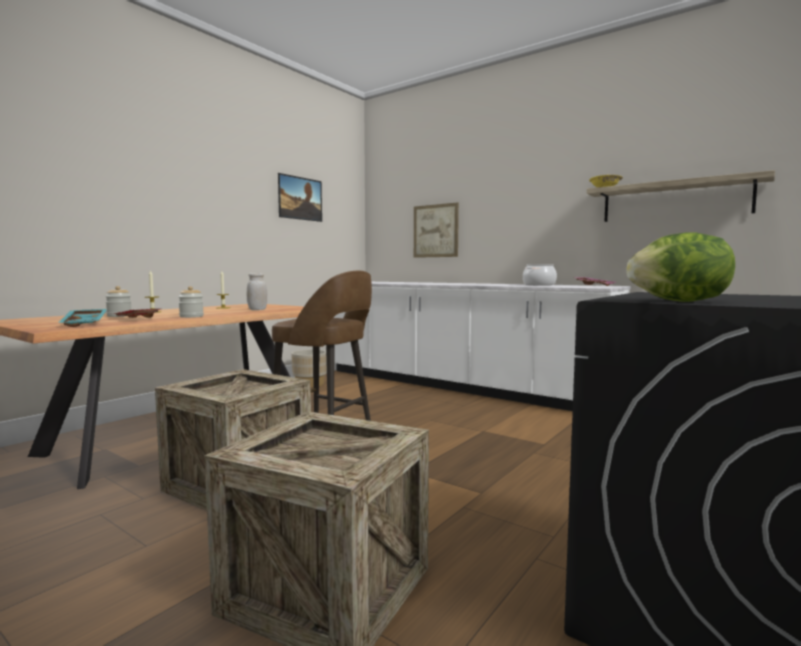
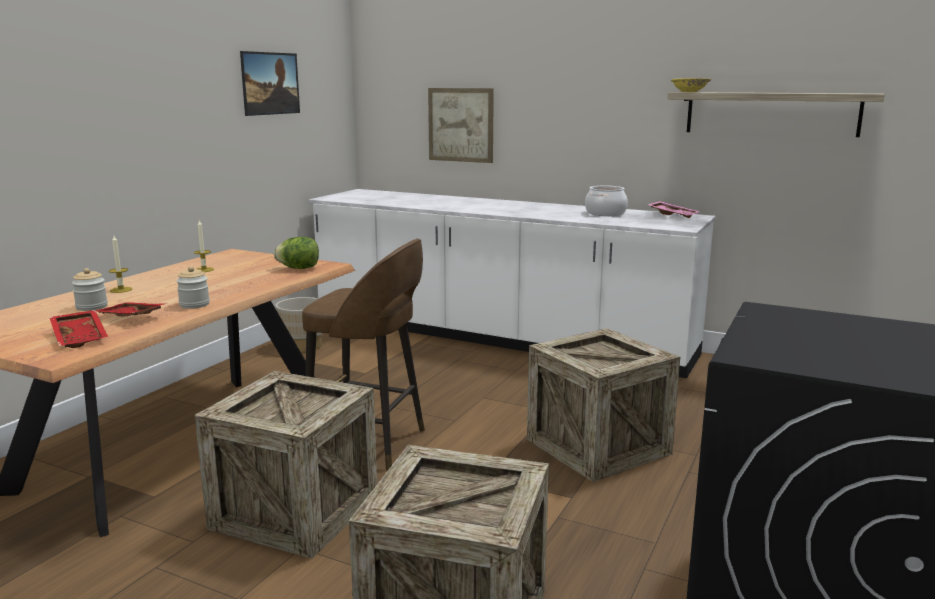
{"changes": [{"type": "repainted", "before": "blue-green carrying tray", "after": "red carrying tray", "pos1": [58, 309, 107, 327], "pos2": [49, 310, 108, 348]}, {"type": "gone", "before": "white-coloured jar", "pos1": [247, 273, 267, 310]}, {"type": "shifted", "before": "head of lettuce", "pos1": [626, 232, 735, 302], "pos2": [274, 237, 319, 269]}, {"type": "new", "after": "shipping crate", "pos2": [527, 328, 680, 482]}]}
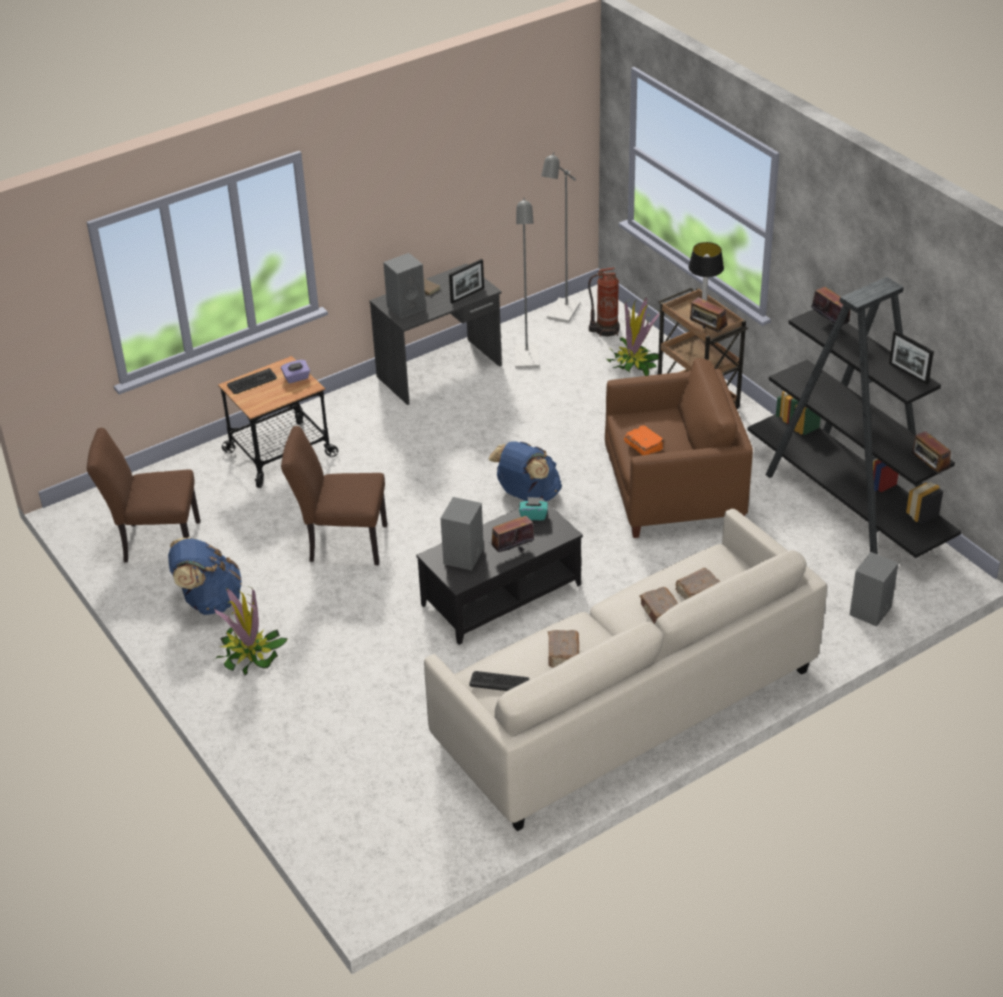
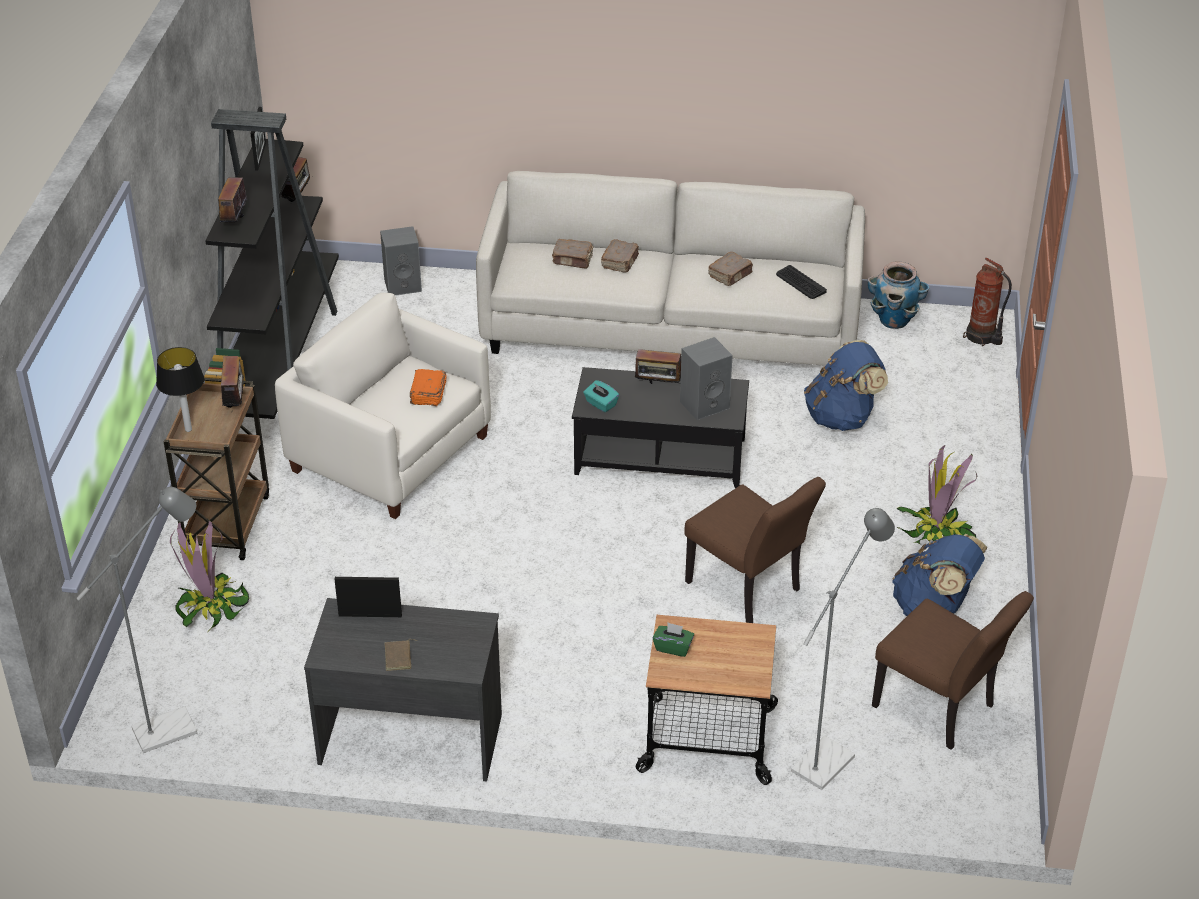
{"changes": [{"type": "gone", "before": "keyboard", "pos1": [227, 368, 277, 394]}, {"type": "repainted", "before": "purplish tissue holder", "after": "green-coloured tissue holder", "pos1": [281, 360, 310, 383], "pos2": [653, 623, 694, 657]}, {"type": "gone", "before": "greyish audio speaker", "pos1": [383, 253, 426, 319]}, {"type": "shifted", "before": "blue knapsack", "pos1": [489, 441, 562, 501], "pos2": [804, 340, 888, 431]}, {"type": "shifted", "before": "greyish standard lamp", "pos1": [515, 197, 540, 369], "pos2": [791, 508, 895, 790]}, {"type": "shifted", "before": "extinguisher", "pos1": [588, 267, 620, 337], "pos2": [963, 258, 1012, 346]}, {"type": "repainted", "before": "brownish easy chair", "after": "white-coloured easy chair", "pos1": [605, 358, 753, 538], "pos2": [275, 293, 491, 519]}, {"type": "new", "after": "planter", "pos2": [867, 261, 930, 329]}]}
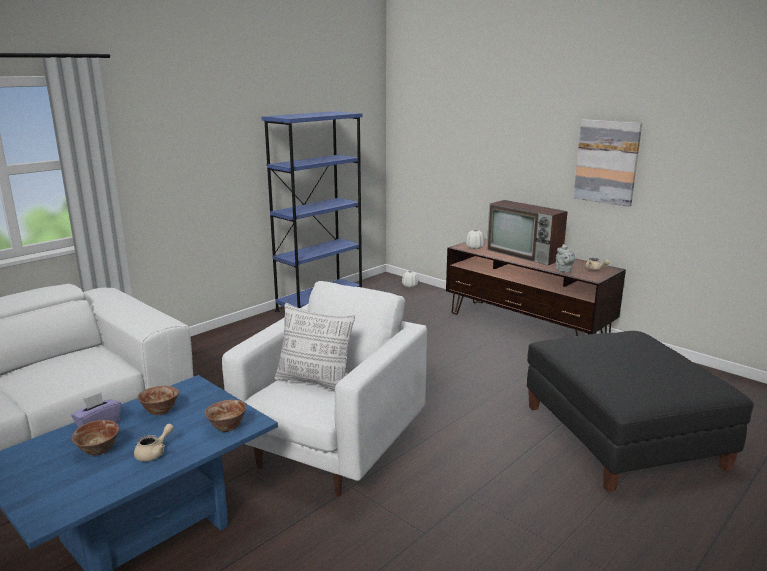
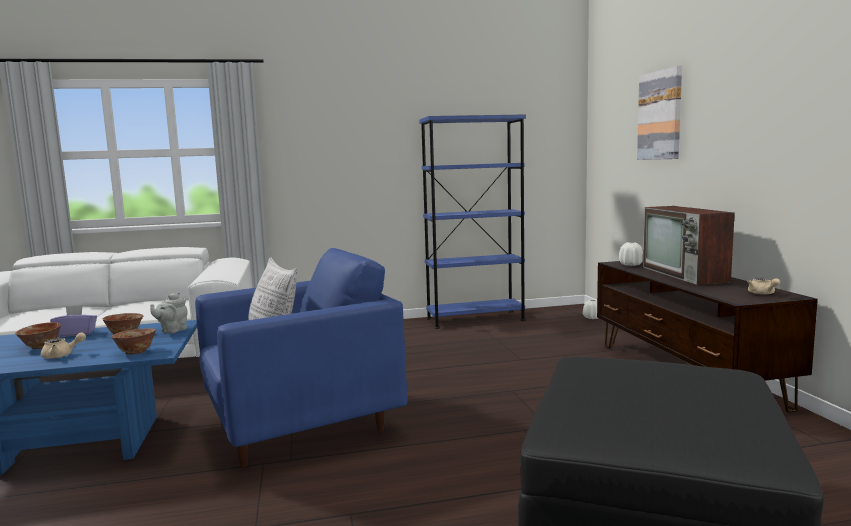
{"changes": [{"type": "repainted", "before": "white-coloured easy chair", "after": "blue easy chair", "pos1": [222, 281, 427, 497], "pos2": [195, 248, 407, 468]}, {"type": "shifted", "before": "greyish tea pot", "pos1": [555, 244, 575, 273], "pos2": [150, 292, 188, 334]}, {"type": "shifted", "before": "wall picture", "pos1": [573, 119, 642, 207], "pos2": [637, 66, 682, 160]}]}
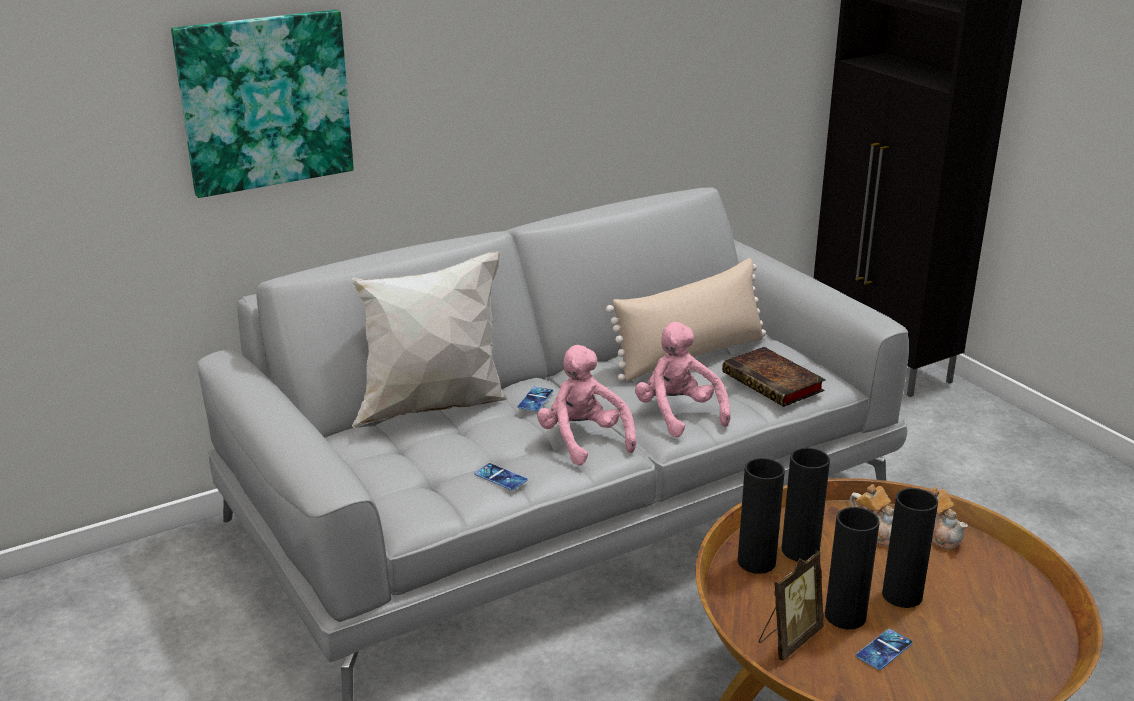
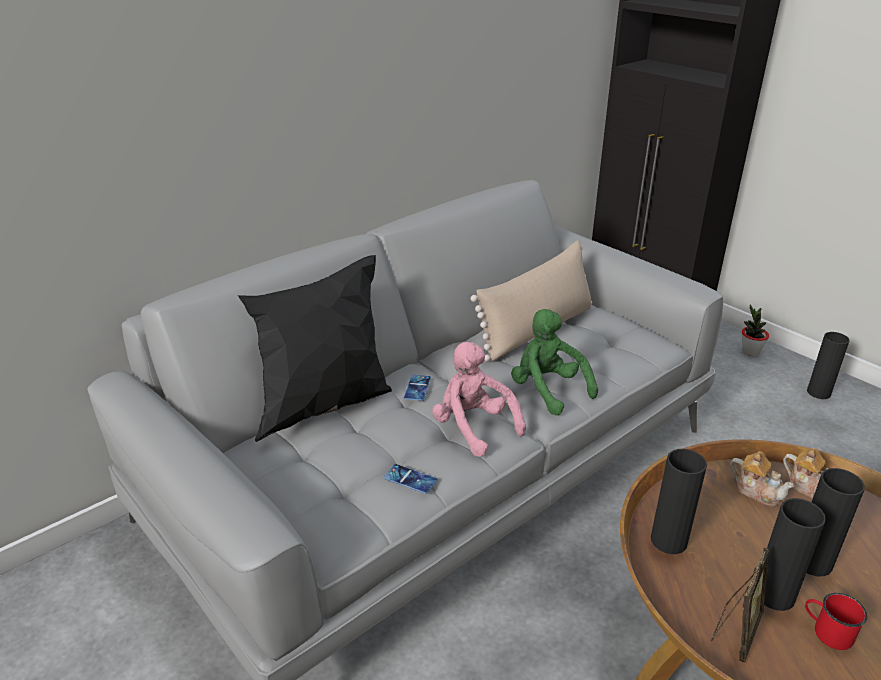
{"changes": [{"type": "gone", "before": "wall picture", "pos1": [171, 10, 354, 198]}, {"type": "repainted", "before": "white-coloured cushion", "after": "blackish cushion", "pos1": [349, 251, 507, 428], "pos2": [238, 255, 392, 442]}, {"type": "repainted", "before": "pink-coloured soft toy", "after": "green-coloured soft toy", "pos1": [635, 322, 731, 437], "pos2": [511, 309, 598, 415]}, {"type": "gone", "before": "bound book", "pos1": [722, 347, 826, 407]}, {"type": "shifted", "before": "blackish flower vase", "pos1": [782, 448, 830, 561], "pos2": [807, 332, 850, 399]}, {"type": "swapped", "before": "telephone", "after": "red coffee mug", "pos1": [856, 629, 913, 670], "pos2": [805, 593, 867, 650]}, {"type": "new", "after": "potted plant", "pos2": [742, 304, 769, 356]}]}
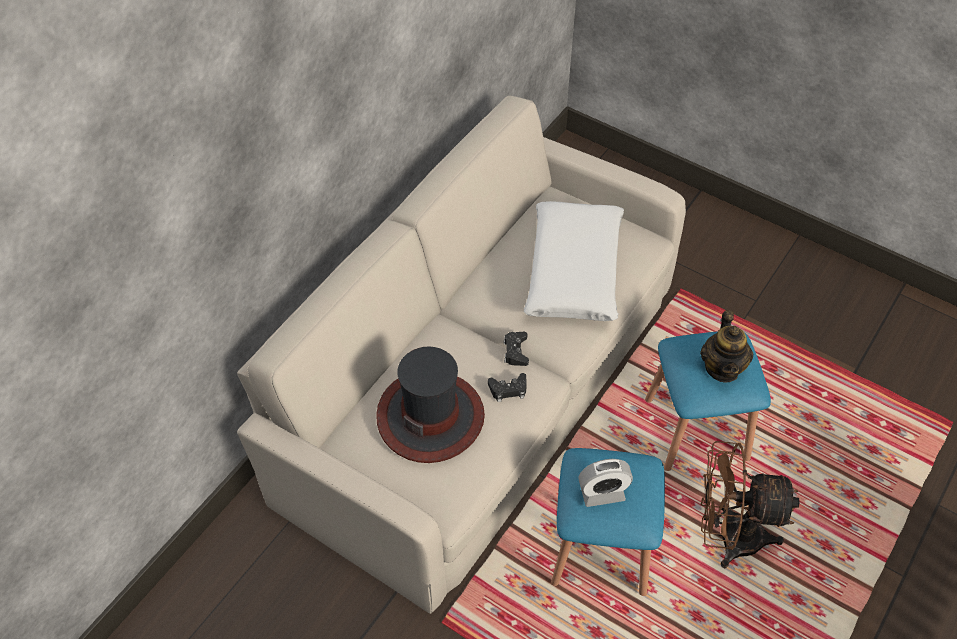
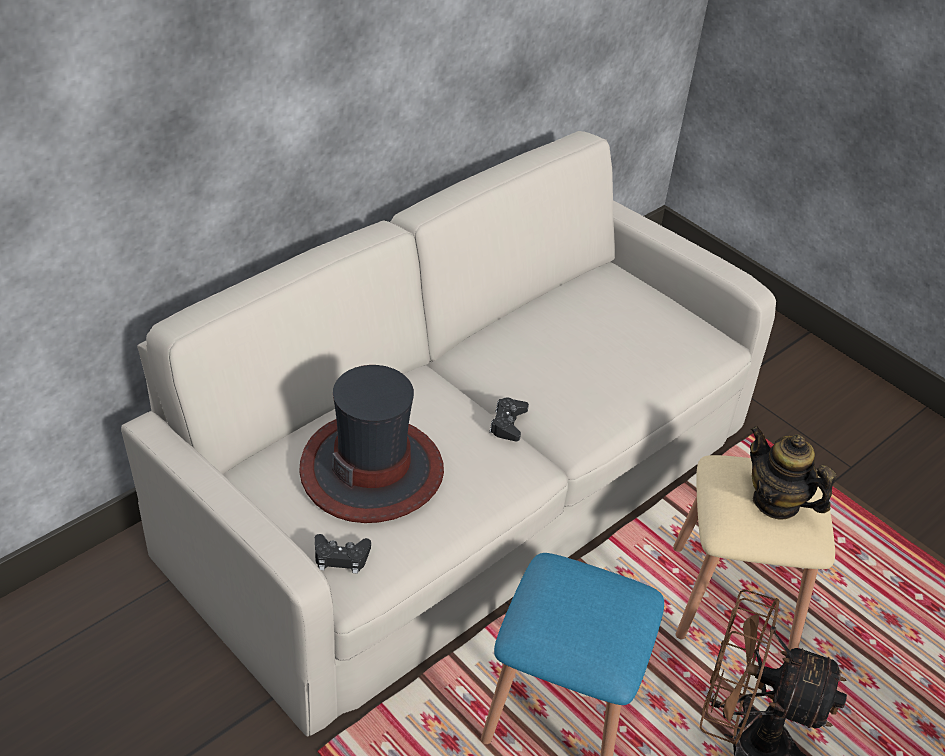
{"changes": [{"type": "shifted", "before": "blackish joypad", "pos1": [488, 373, 527, 402], "pos2": [315, 534, 371, 574]}, {"type": "gone", "before": "white-coloured cushion", "pos1": [523, 201, 624, 321]}, {"type": "gone", "before": "alarm clock", "pos1": [578, 459, 633, 507]}, {"type": "repainted", "before": "blue sitting stool", "after": "beige-coloured sitting stool", "pos1": [645, 331, 771, 471], "pos2": [673, 455, 835, 650]}, {"type": "rotated", "before": "tea pot", "pos1": [700, 310, 754, 383], "pos2": [750, 426, 836, 519], "turn": 120}]}
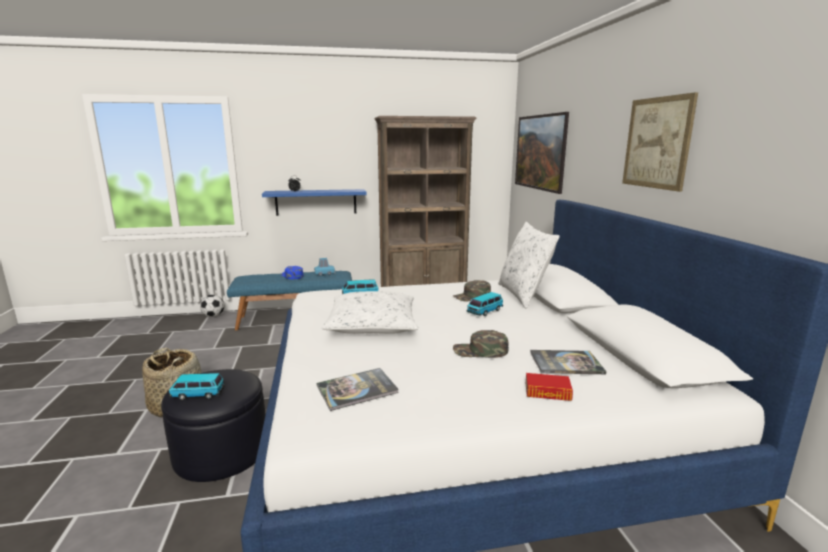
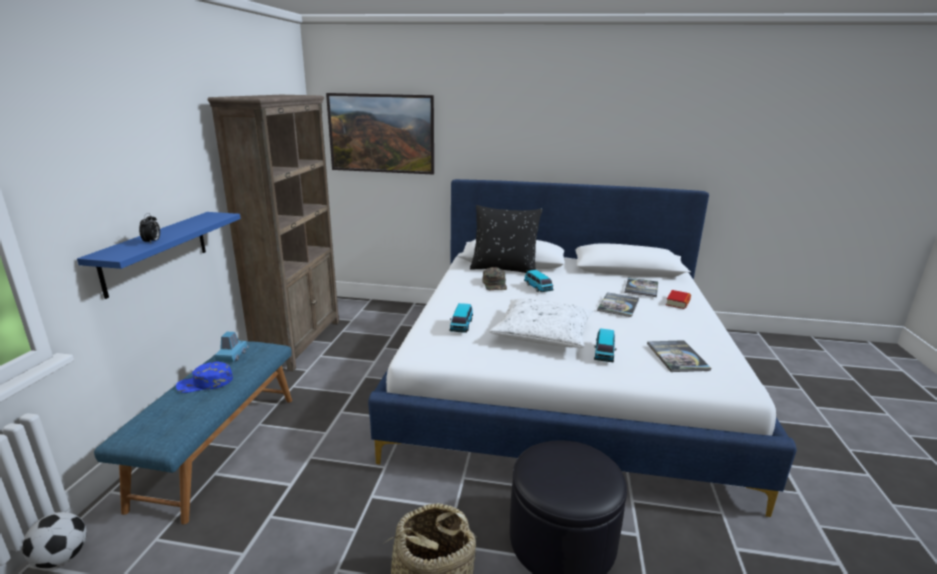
{"changes": [{"type": "shifted", "before": "miniature car", "pos1": [169, 373, 225, 400], "pos2": [594, 329, 616, 363]}, {"type": "swapped", "before": "green-coloured peaked cap", "after": "bound book", "pos1": [453, 330, 509, 358], "pos2": [597, 292, 639, 317]}, {"type": "repainted", "before": "white-coloured cushion", "after": "blackish cushion", "pos1": [498, 222, 560, 308], "pos2": [470, 205, 543, 273]}, {"type": "gone", "before": "wall picture", "pos1": [622, 92, 698, 192]}]}
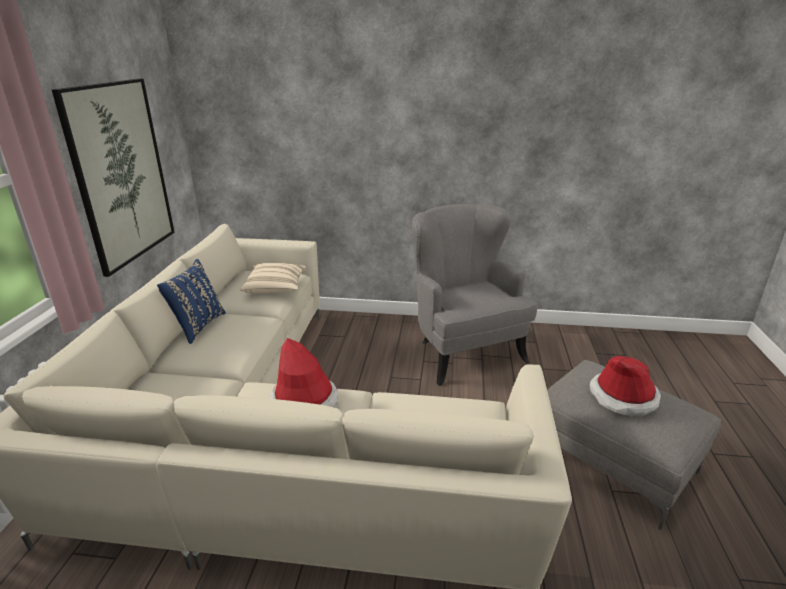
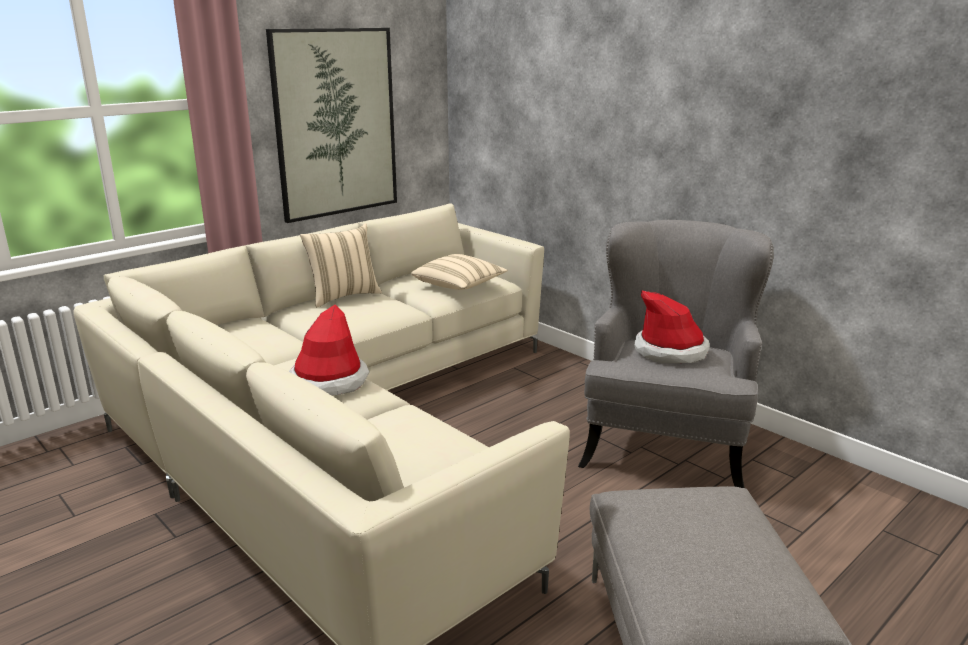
{"changes": [{"type": "repainted", "before": "blue cushion", "after": "beige-coloured cushion", "pos1": [157, 259, 226, 344], "pos2": [300, 223, 382, 307]}, {"type": "shifted", "before": "hat", "pos1": [590, 356, 661, 417], "pos2": [634, 291, 710, 363]}]}
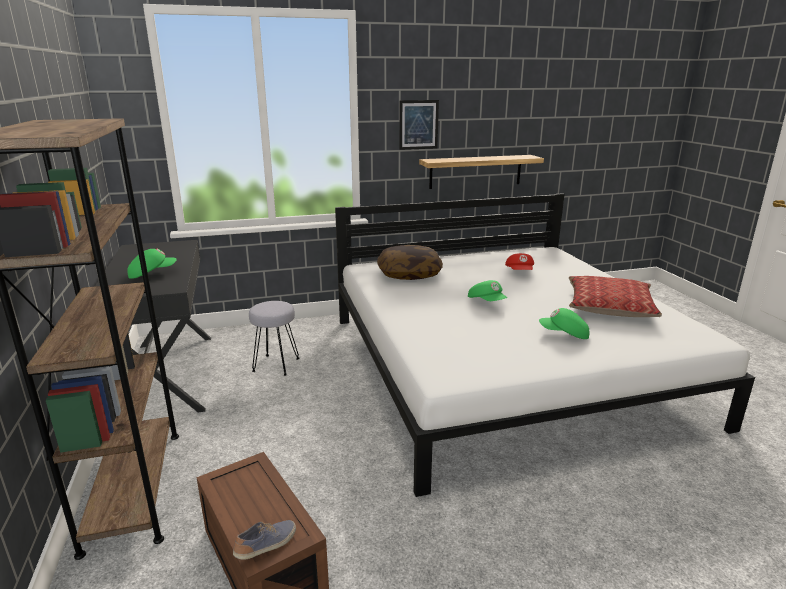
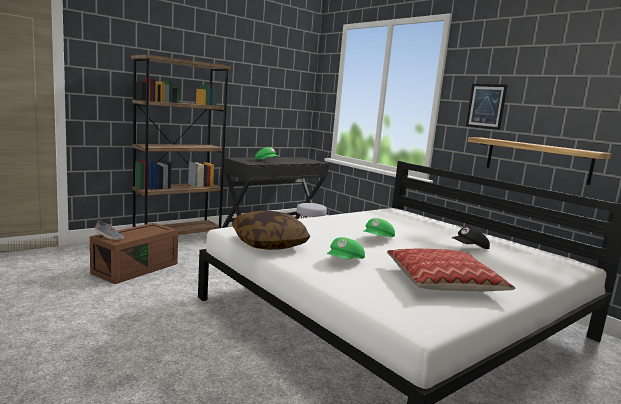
{"changes": [{"type": "shifted", "before": "cushion", "pos1": [377, 245, 443, 280], "pos2": [232, 211, 310, 250]}, {"type": "repainted", "before": "red peaked cap", "after": "blackish peaked cap", "pos1": [505, 253, 534, 270], "pos2": [451, 227, 490, 249]}, {"type": "rotated", "before": "green-coloured peaked cap", "pos1": [539, 308, 589, 339], "pos2": [327, 237, 365, 259], "turn": -135}]}
